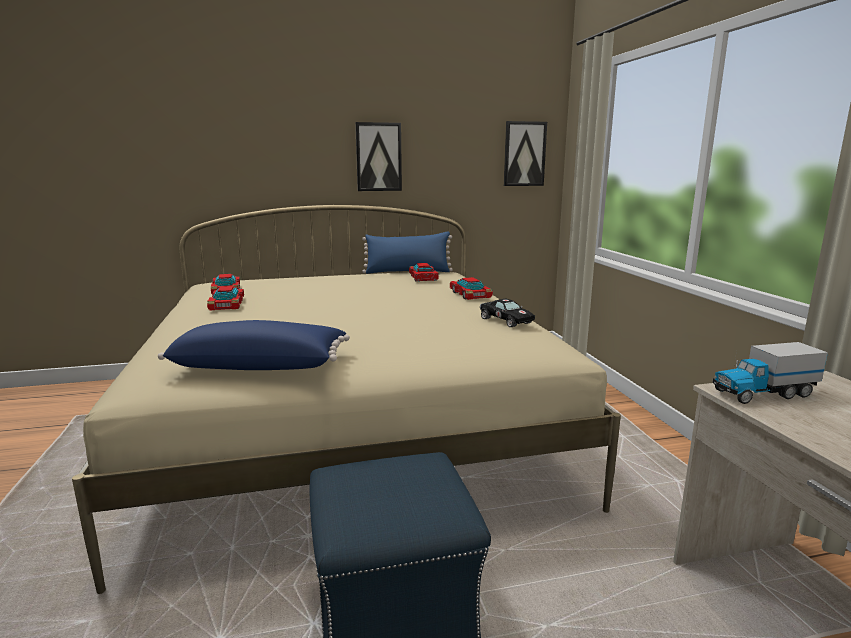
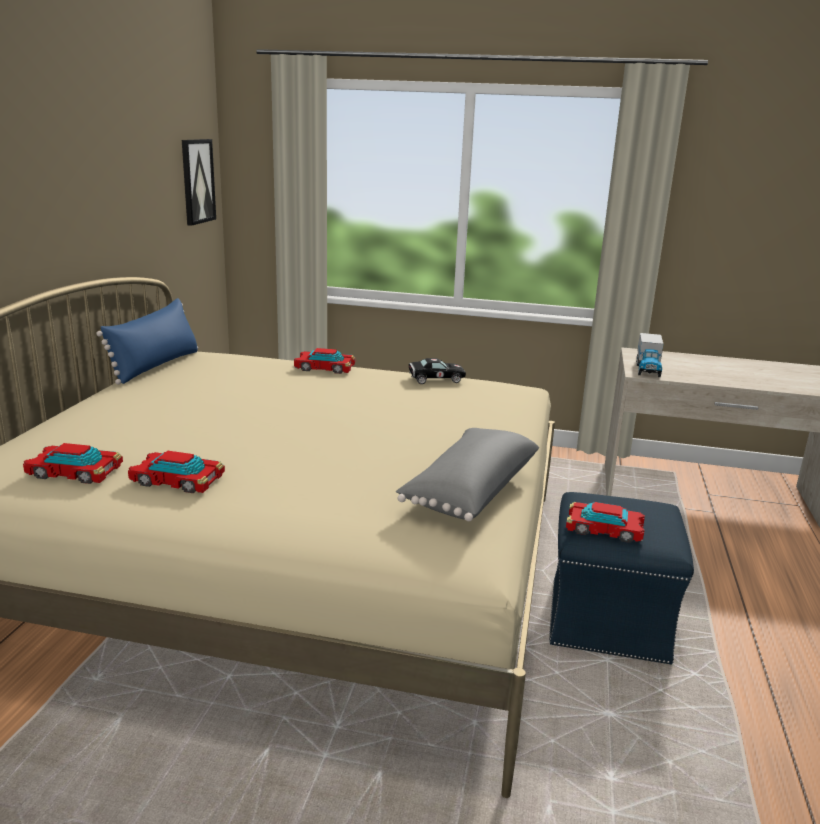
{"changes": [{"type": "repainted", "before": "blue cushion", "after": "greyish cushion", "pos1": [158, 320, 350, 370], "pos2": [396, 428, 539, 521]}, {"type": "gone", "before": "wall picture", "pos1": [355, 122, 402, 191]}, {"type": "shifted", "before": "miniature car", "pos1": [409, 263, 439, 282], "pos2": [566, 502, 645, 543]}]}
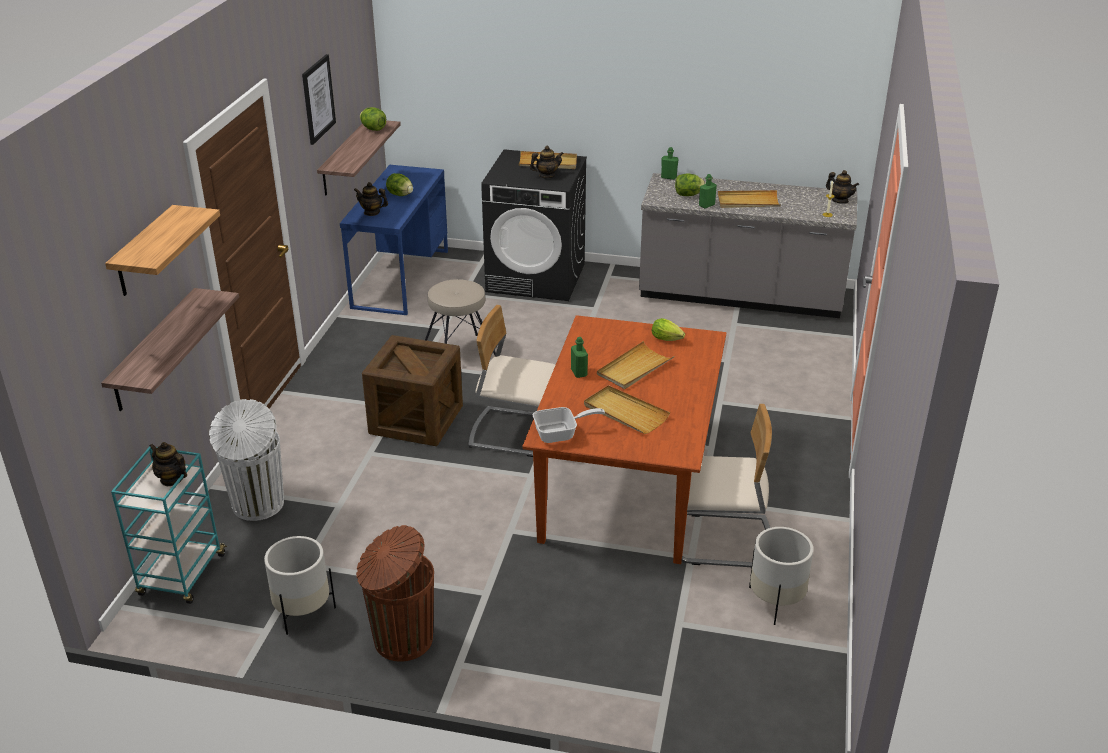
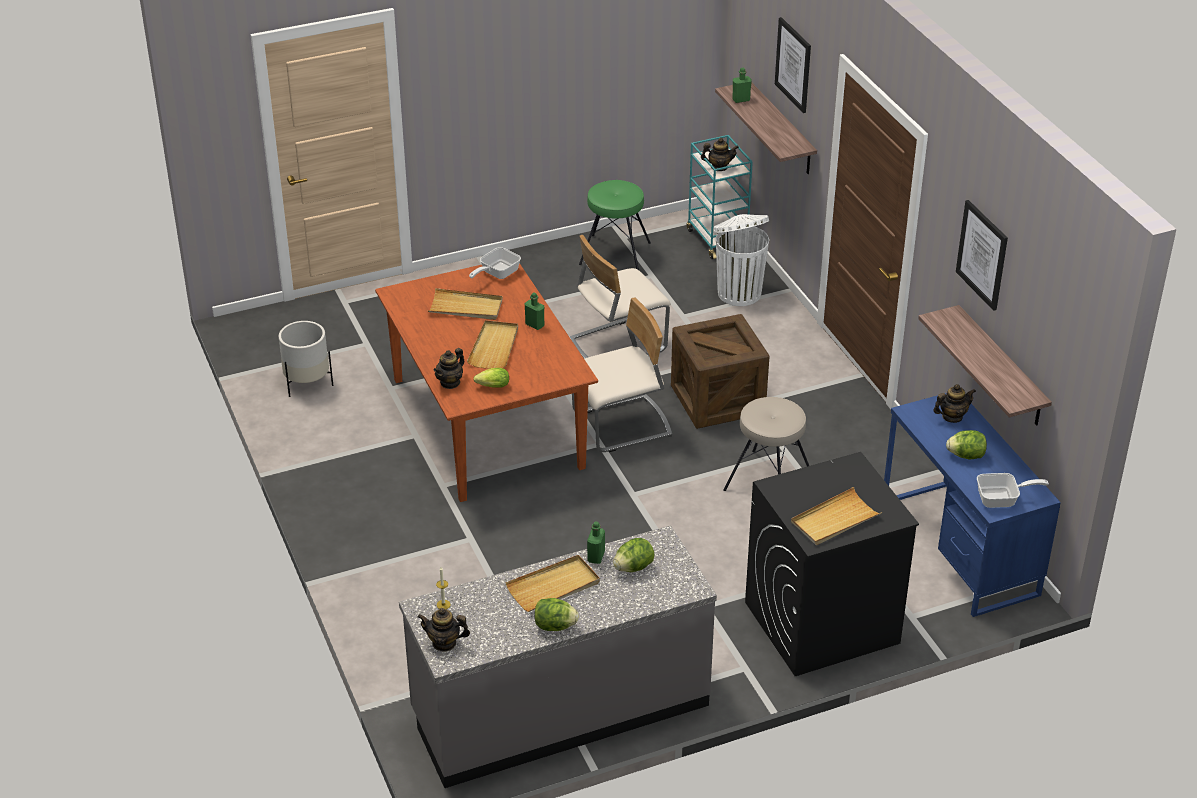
{"changes": [{"type": "swapped", "before": "shelf", "after": "wall picture", "pos1": [105, 205, 220, 296], "pos2": [775, 17, 811, 113]}, {"type": "swapped", "before": "white-coloured planter", "after": "green-coloured sitting stool", "pos1": [264, 536, 336, 635], "pos2": [579, 180, 651, 270]}, {"type": "gone", "before": "brownish waste bin", "pos1": [356, 525, 434, 662]}, {"type": "shifted", "before": "head of lettuce", "pos1": [360, 107, 386, 131], "pos2": [535, 598, 579, 631]}, {"type": "shifted", "before": "tea pot", "pos1": [530, 146, 564, 179], "pos2": [434, 348, 464, 389]}, {"type": "shifted", "before": "green-coloured bottle", "pos1": [661, 147, 679, 180], "pos2": [732, 68, 752, 103]}, {"type": "shifted", "before": "beige-coloured plain chair", "pos1": [681, 404, 772, 567], "pos2": [569, 235, 671, 358]}, {"type": "new", "after": "frying pan", "pos2": [977, 473, 1049, 508]}]}
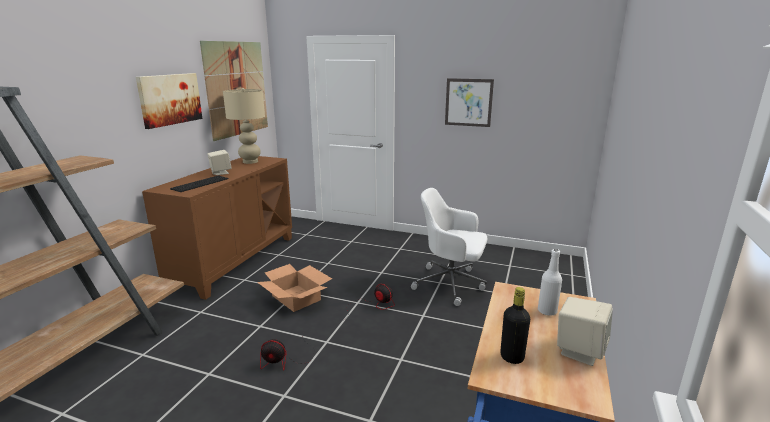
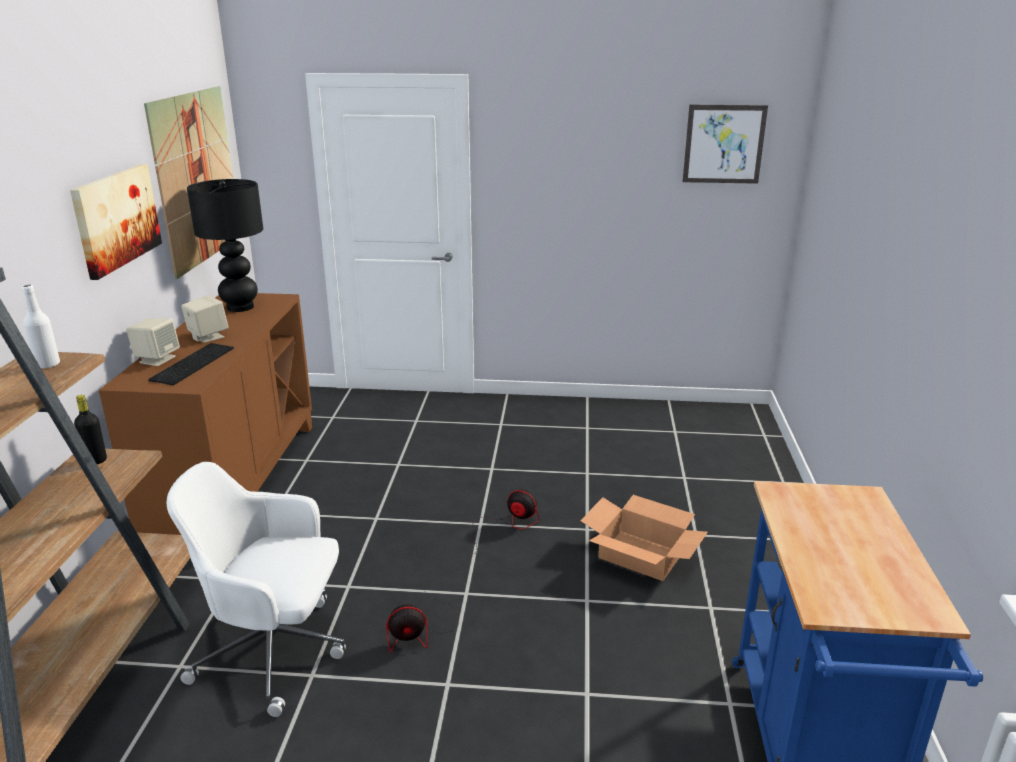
{"changes": [{"type": "repainted", "before": "beige-coloured tabletop lamp", "after": "blackish tabletop lamp", "pos1": [223, 88, 265, 164], "pos2": [187, 179, 263, 312]}, {"type": "shifted", "before": "packing box", "pos1": [257, 264, 332, 312], "pos2": [581, 495, 708, 581]}, {"type": "shifted", "before": "white-coloured office chair", "pos1": [411, 188, 487, 306], "pos2": [167, 462, 346, 717]}, {"type": "shifted", "before": "wall picture", "pos1": [445, 78, 494, 127], "pos2": [683, 105, 768, 184]}, {"type": "shifted", "before": "blackish bottle", "pos1": [500, 287, 530, 364], "pos2": [74, 395, 107, 464]}, {"type": "shifted", "before": "white-coloured bottle", "pos1": [538, 249, 562, 316], "pos2": [22, 285, 60, 369]}, {"type": "shifted", "before": "beige-coloured audio speaker", "pos1": [557, 297, 613, 366], "pos2": [126, 318, 180, 366]}]}
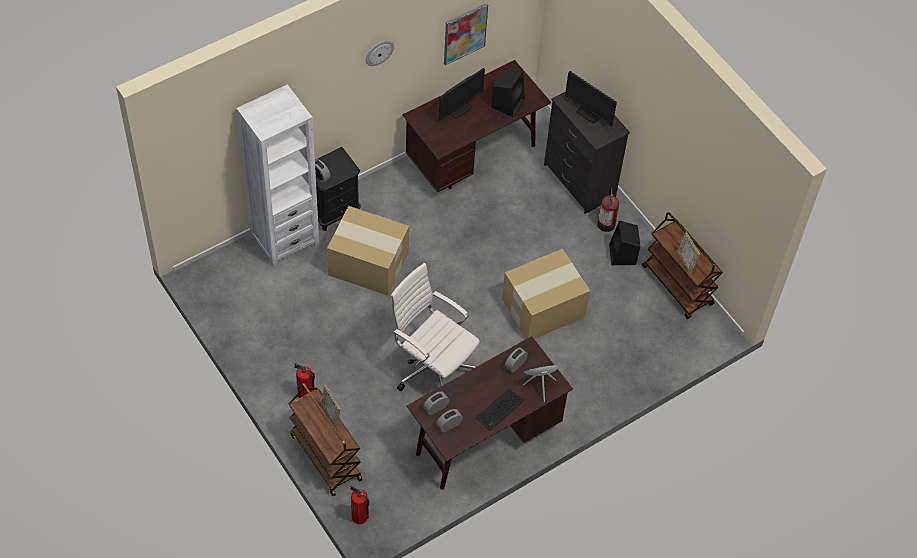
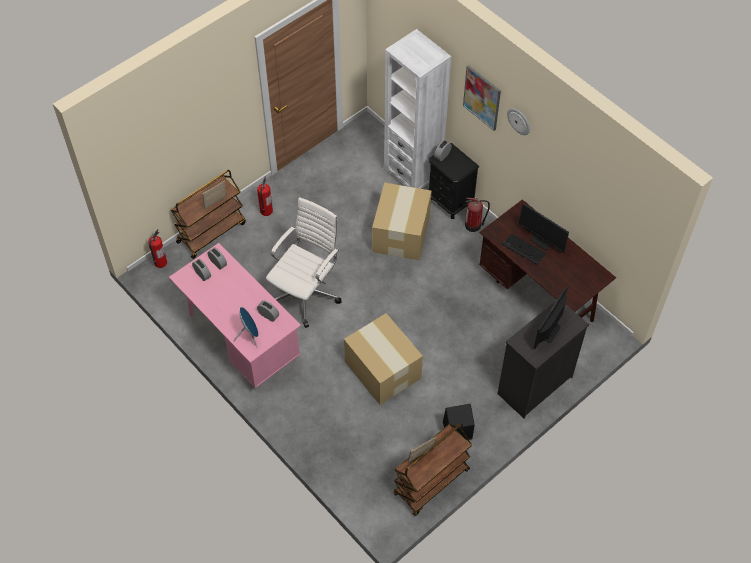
{"changes": [{"type": "repainted", "before": "brownish desk table", "after": "pink-coloured desk table", "pos1": [407, 336, 573, 490], "pos2": [169, 243, 301, 388]}, {"type": "shifted", "before": "wall picture", "pos1": [444, 3, 488, 65], "pos2": [463, 65, 501, 131]}, {"type": "shifted", "before": "keyboard", "pos1": [475, 388, 524, 431], "pos2": [502, 234, 546, 265]}, {"type": "gone", "before": "blackish audio speaker", "pos1": [491, 69, 525, 117]}, {"type": "shifted", "before": "extinguisher", "pos1": [597, 188, 619, 232], "pos2": [465, 198, 490, 232]}]}
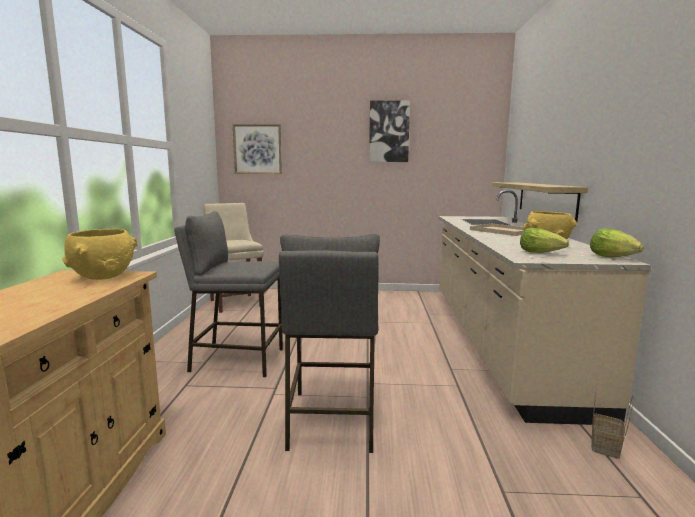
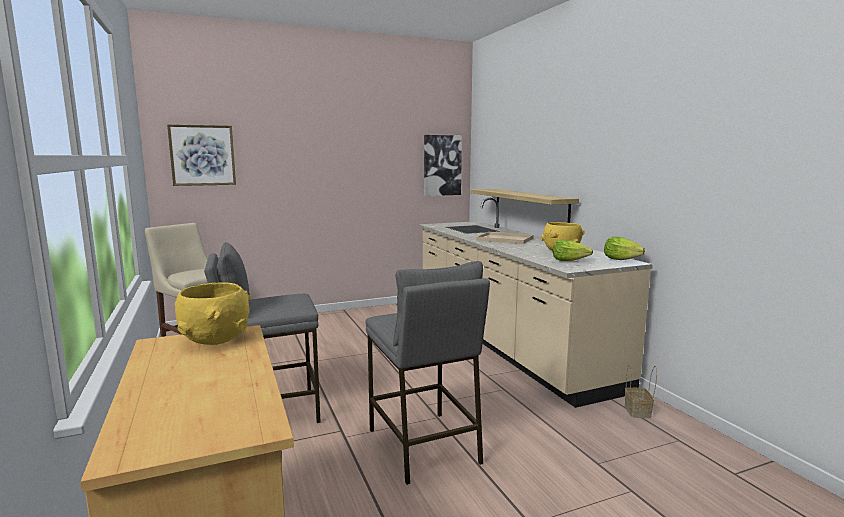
{"changes": [{"type": "shifted", "before": "wall picture", "pos1": [369, 101, 410, 162], "pos2": [424, 135, 462, 196]}]}
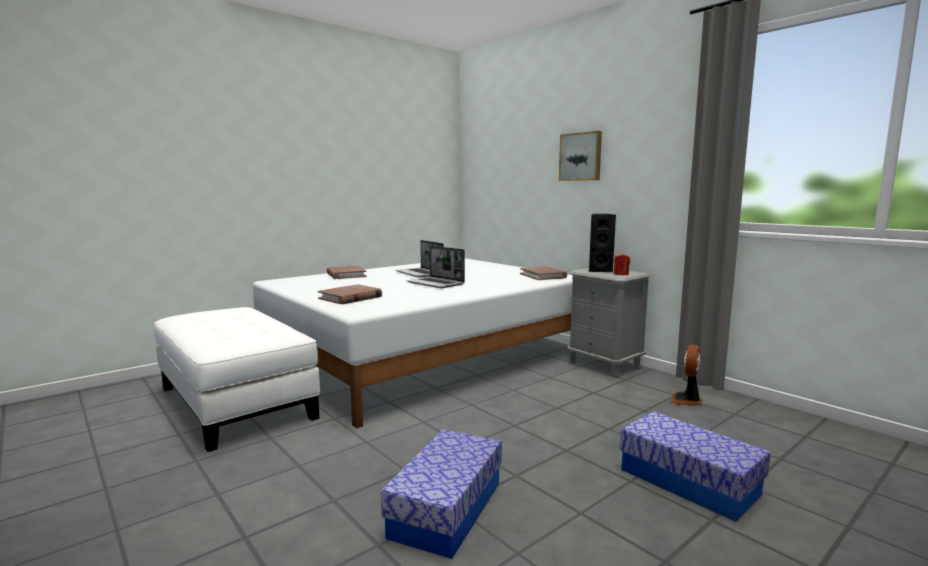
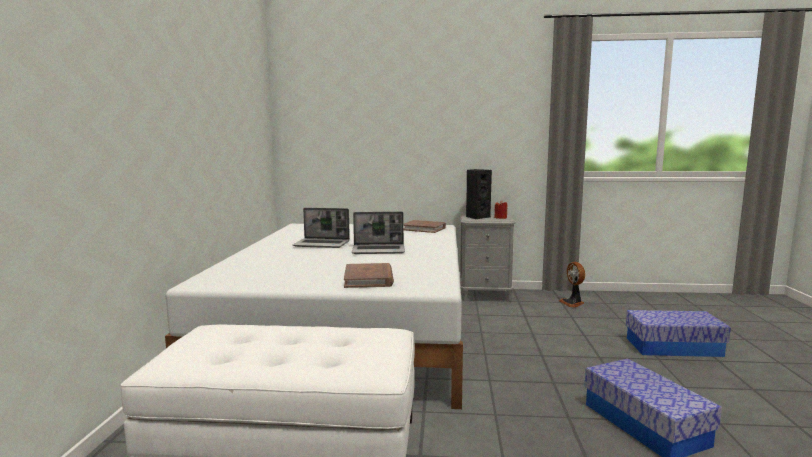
{"changes": [{"type": "gone", "before": "brownish bound book", "pos1": [326, 265, 367, 279]}, {"type": "gone", "before": "wall picture", "pos1": [559, 131, 602, 181]}]}
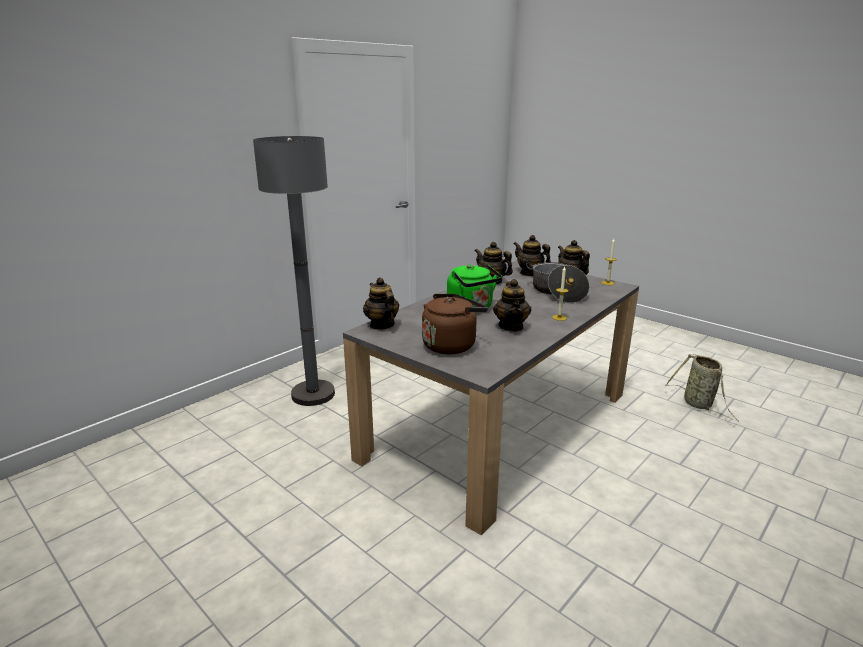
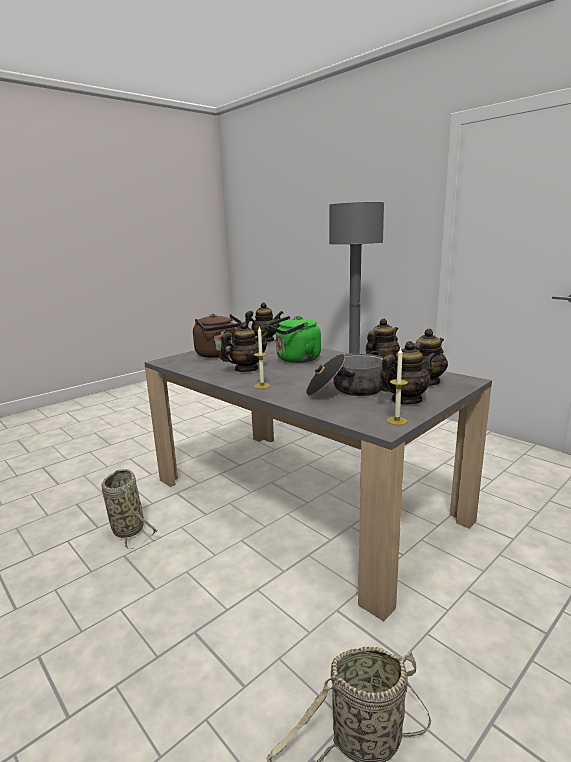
{"changes": [{"type": "rotated", "before": "tea pot", "pos1": [493, 279, 531, 331], "pos2": [219, 322, 269, 372], "turn": 150}, {"type": "new", "after": "household basket", "pos2": [101, 469, 158, 549]}]}
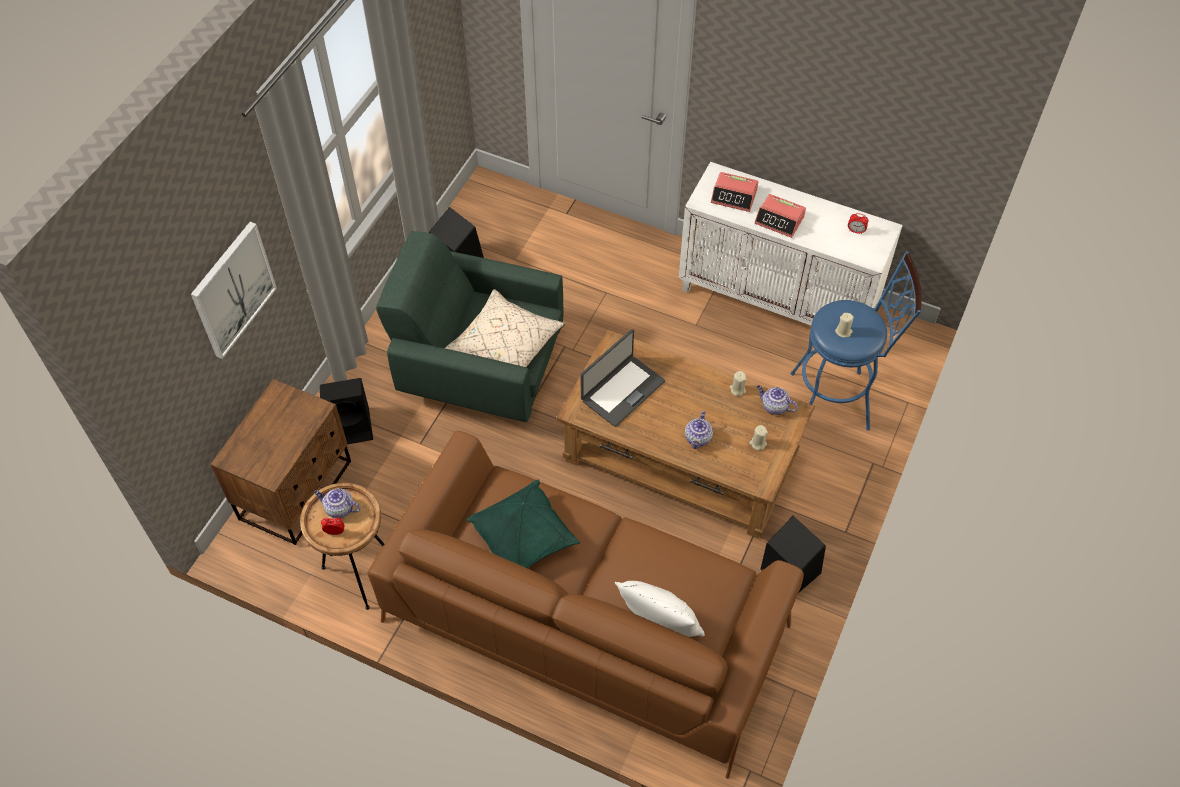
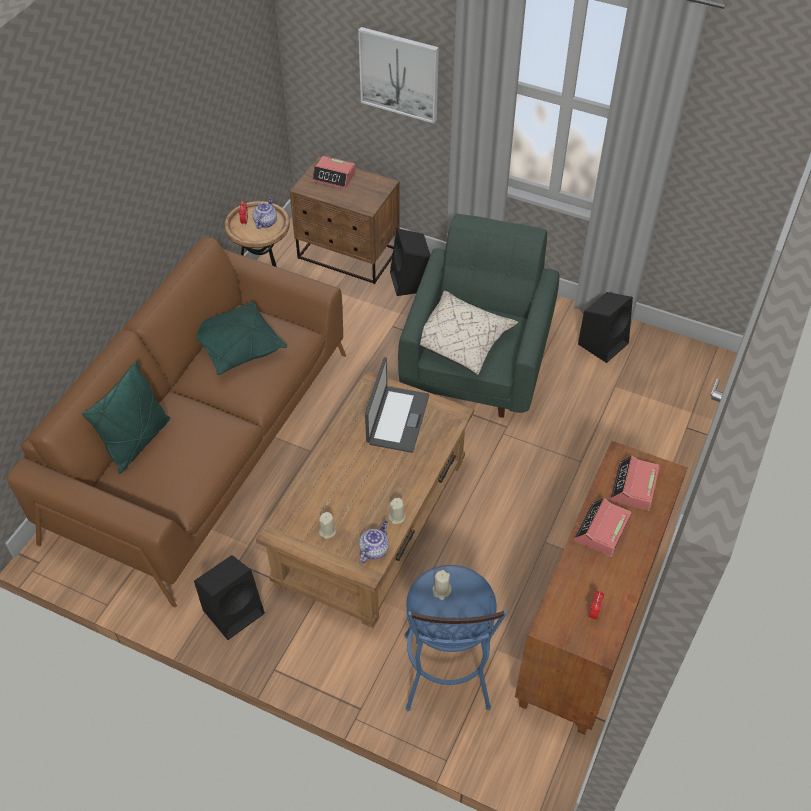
{"changes": [{"type": "rotated", "before": "laptop", "pos1": [580, 329, 665, 427], "pos2": [365, 357, 429, 453], "turn": -120}, {"type": "repainted", "before": "white-coloured cushion", "after": "green-coloured cushion", "pos1": [615, 581, 705, 637], "pos2": [82, 361, 170, 474]}, {"type": "repainted", "before": "white-coloured storage cabinet", "after": "brownish storage cabinet", "pos1": [679, 162, 903, 326], "pos2": [515, 441, 688, 735]}, {"type": "gone", "before": "tea pot", "pos1": [685, 411, 713, 449]}, {"type": "new", "after": "alarm clock", "pos2": [312, 156, 356, 189]}]}
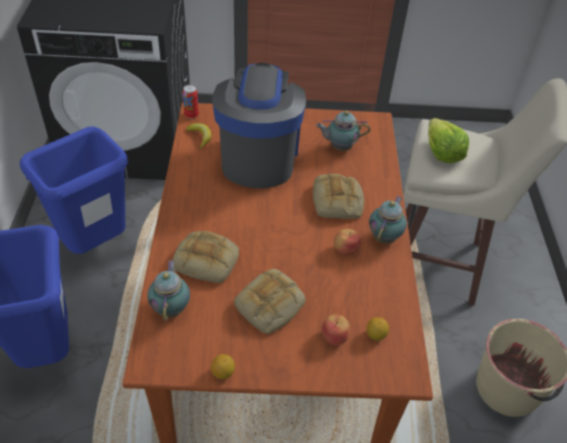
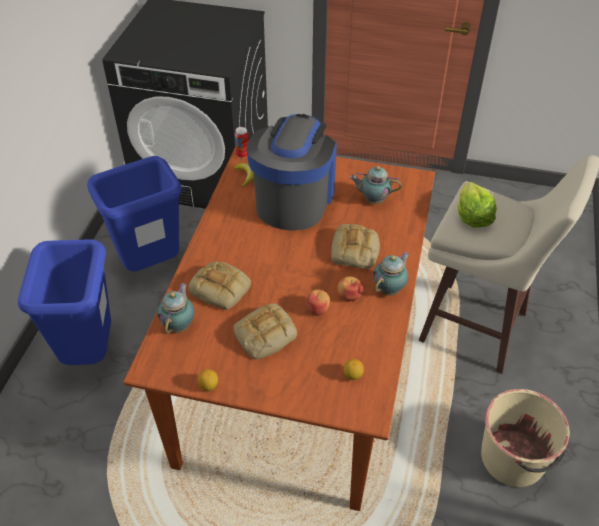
{"changes": [{"type": "shifted", "before": "apple", "pos1": [321, 314, 350, 346], "pos2": [306, 289, 330, 316]}]}
